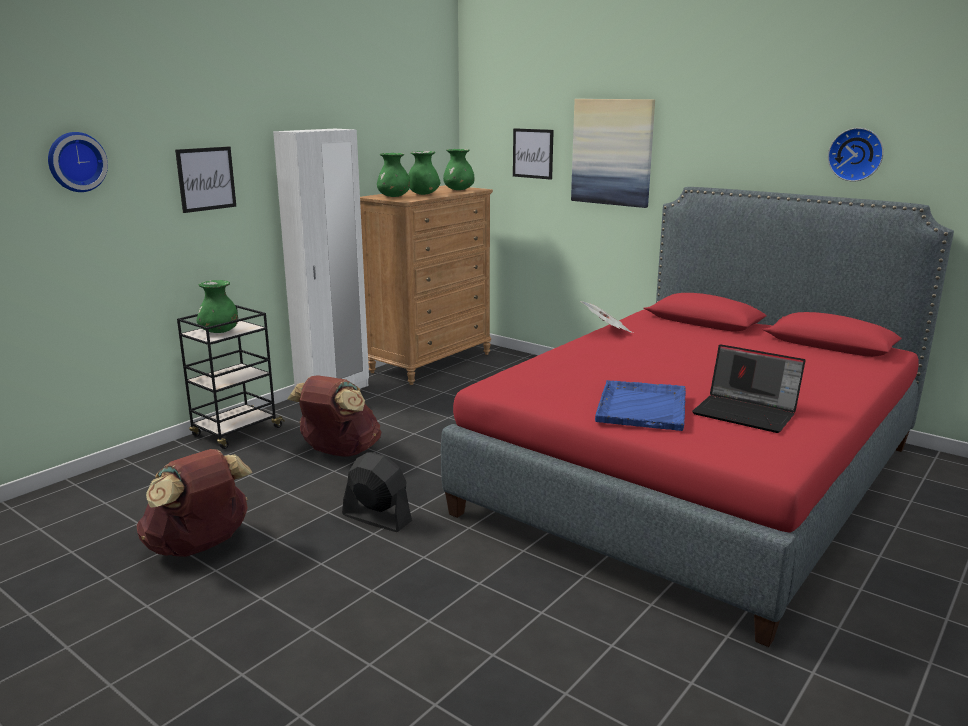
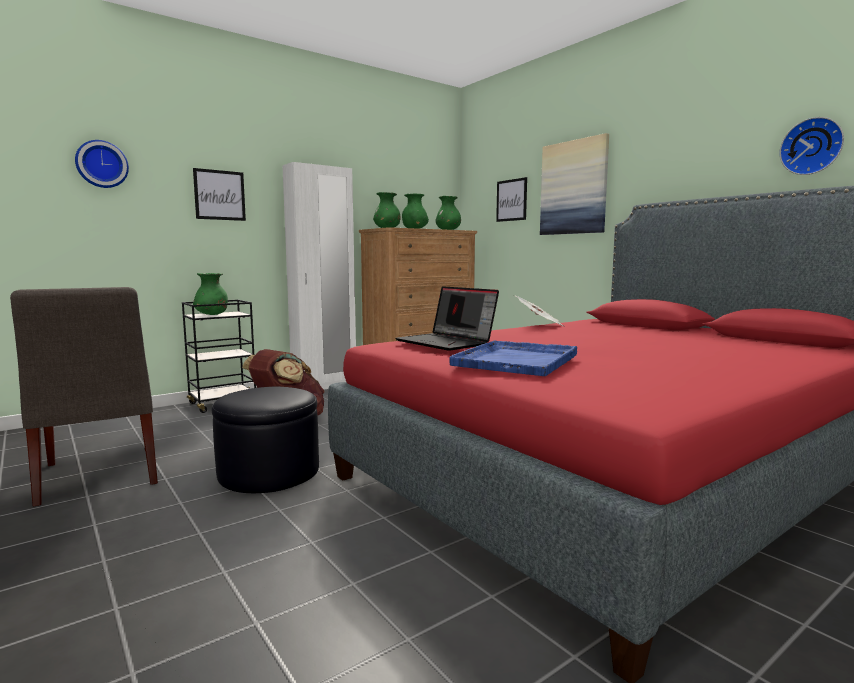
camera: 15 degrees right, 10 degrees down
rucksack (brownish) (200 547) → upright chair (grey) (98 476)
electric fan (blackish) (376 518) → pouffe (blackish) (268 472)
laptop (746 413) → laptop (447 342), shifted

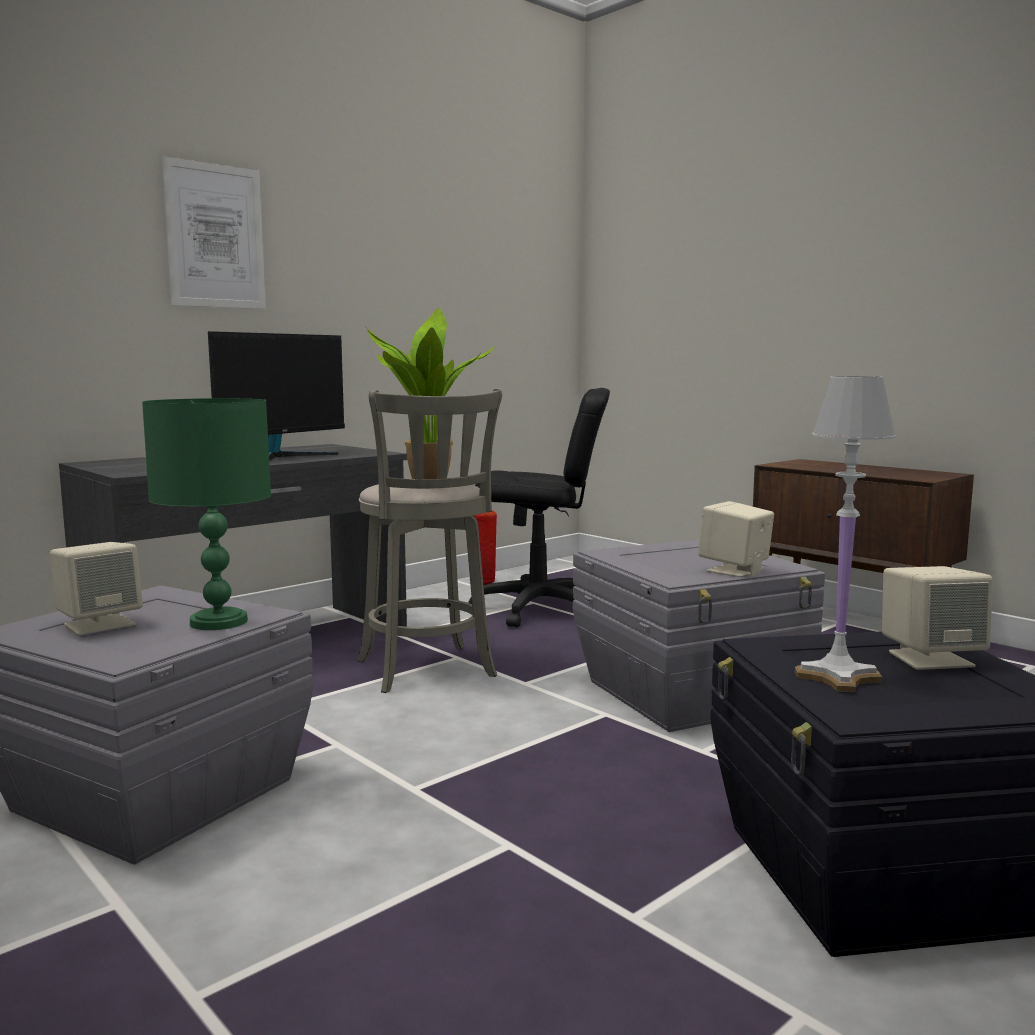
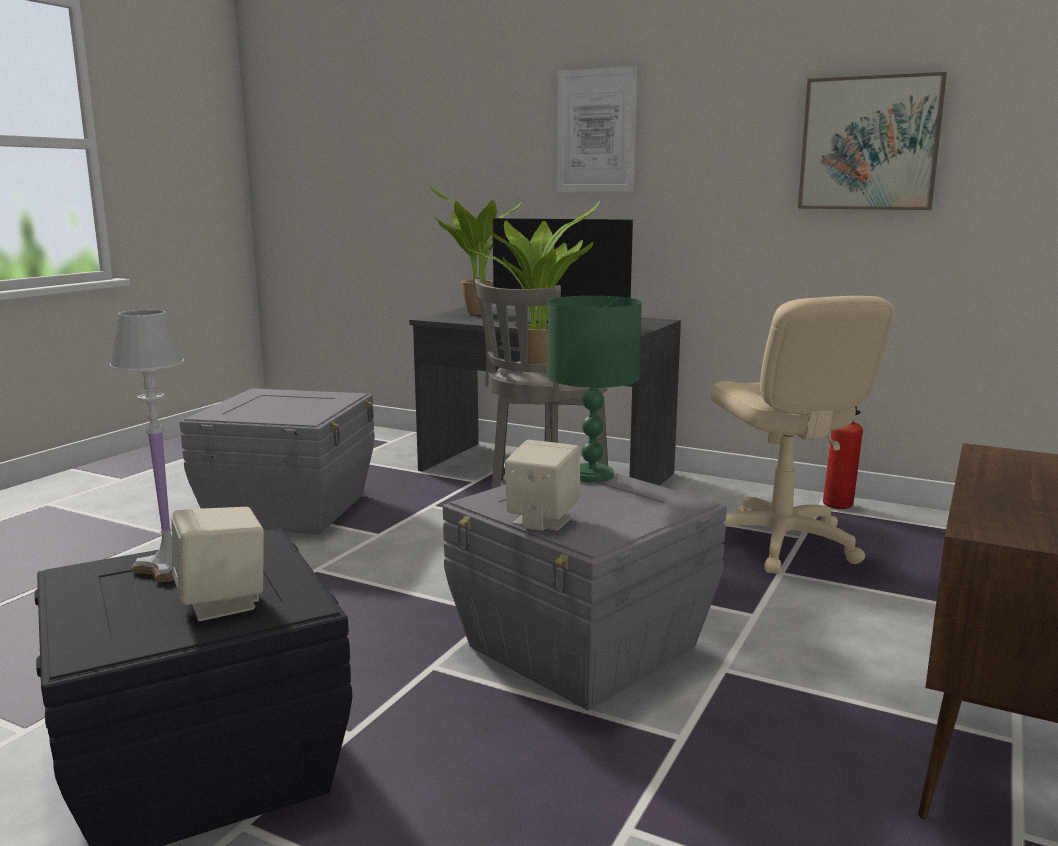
camera: 70 degrees right, 5 degrees up
audio speaker (beige) (99 624) → -
table lamp (green) (218 622) → table lamp (green) (590 475), shifted
office chair (blackish) (539 609) → office chair (beige) (779 543)
- → plant in a pot (477 314)
- → wall picture (869 144)

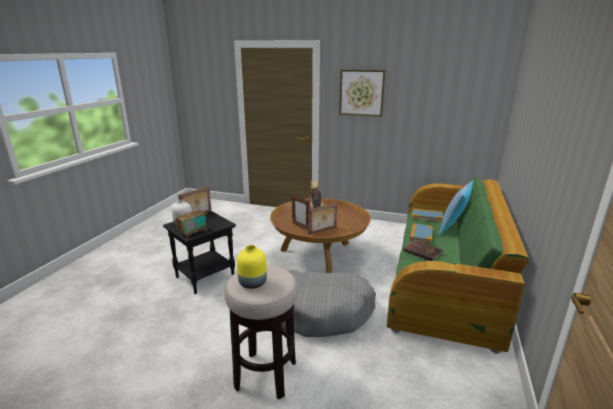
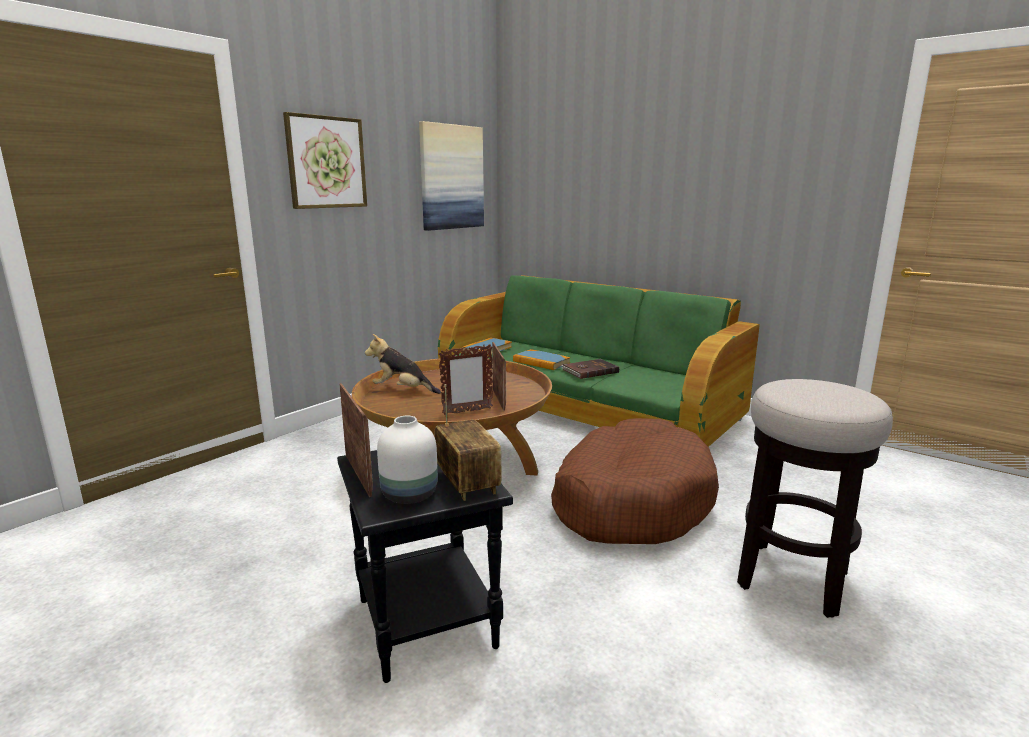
camera: 70 degrees left, 5 degrees down
decorative vase (yellowish) (253 283) → -
dog cushion (grey) (319 311) → dog cushion (brownish) (631 500)
throw pillow (453 228) → -
- → wall picture (451 177)

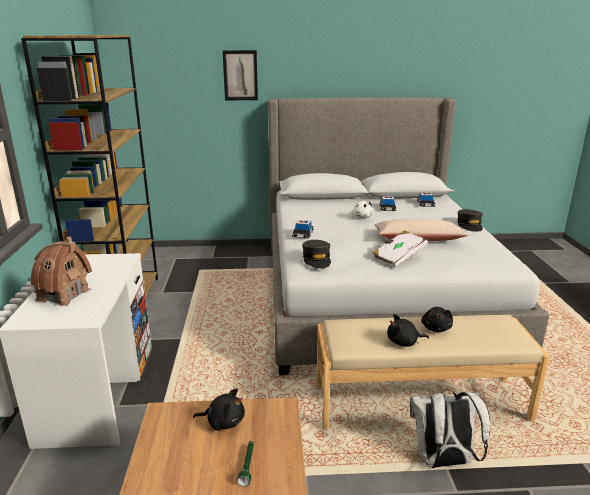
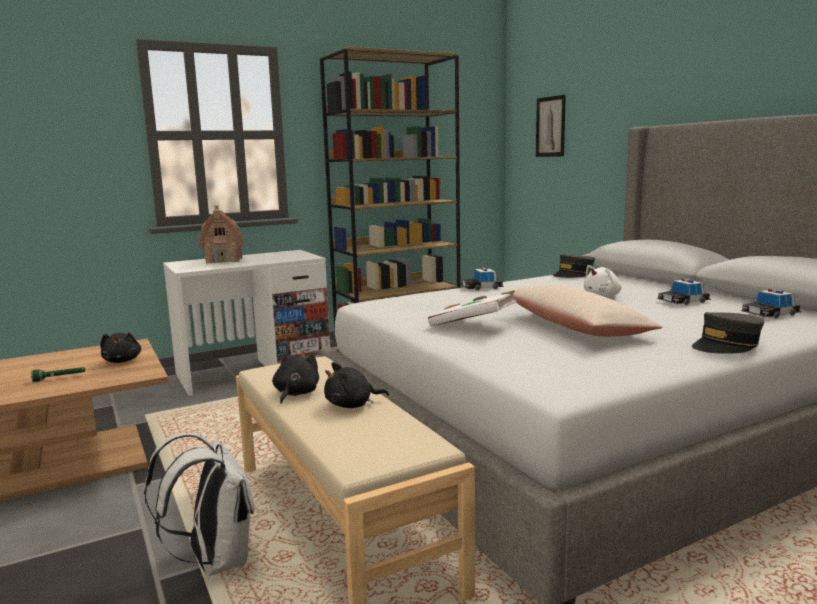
camera: 65 degrees right, 10 degrees down
wall picture (240 75) → wall picture (550 126), shifted
cap (grey) (317 260) → cap (grey) (573 274), shifted
plush toy (blackish) (404 342) → plush toy (blackish) (295 393), 45 degrees clockwise

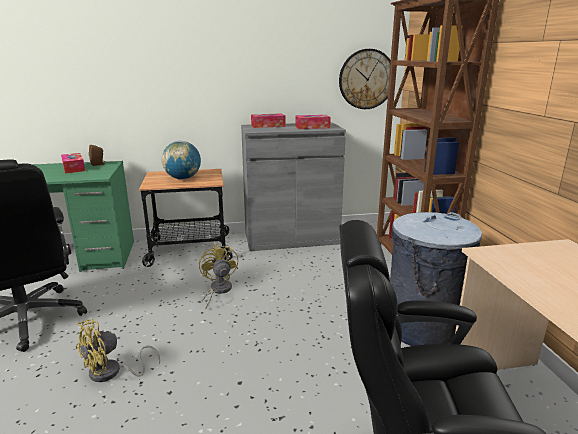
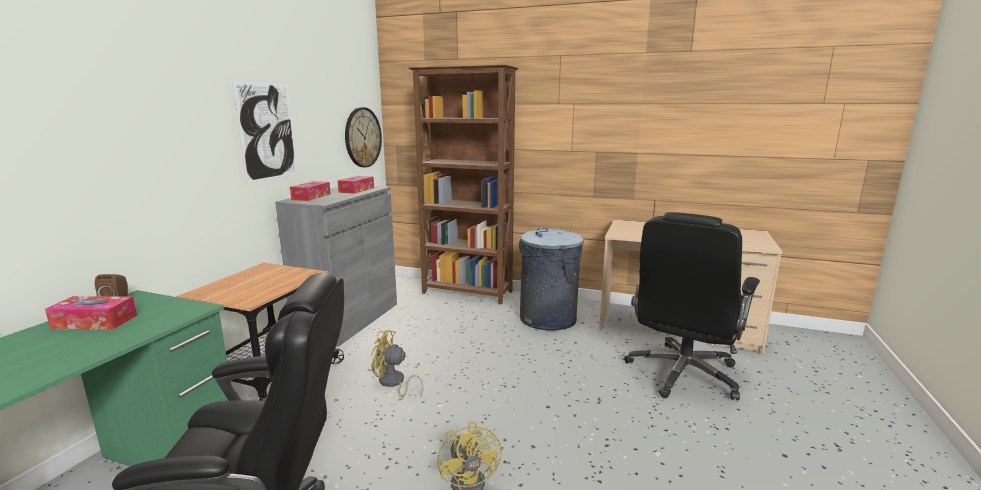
camera: 60 degrees left, 5 degrees down
world globe (183 178) → -
- → wall picture (267 131)

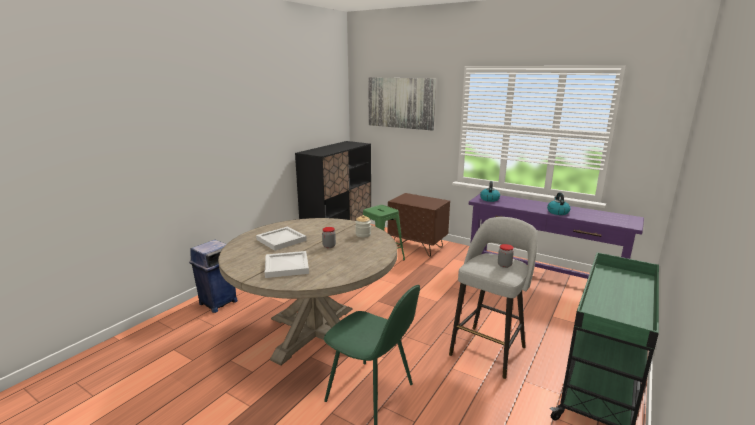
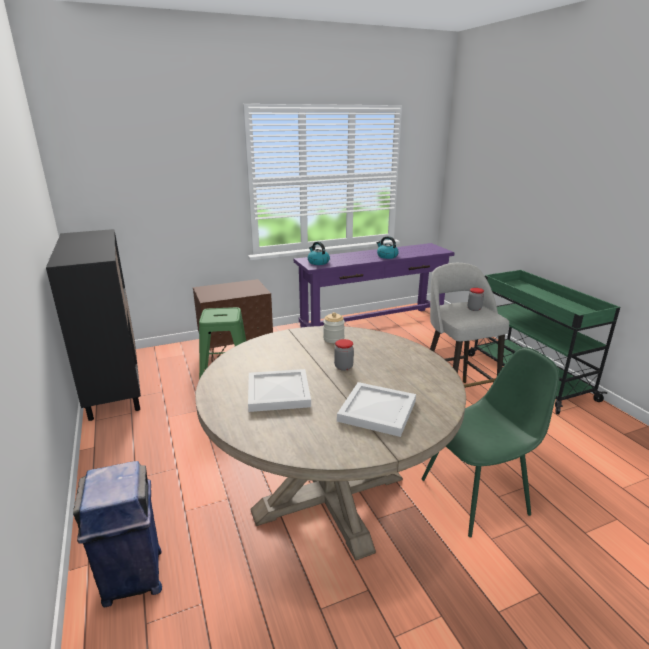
camera: 55 degrees left, 5 degrees up
wall picture (401 103) → -

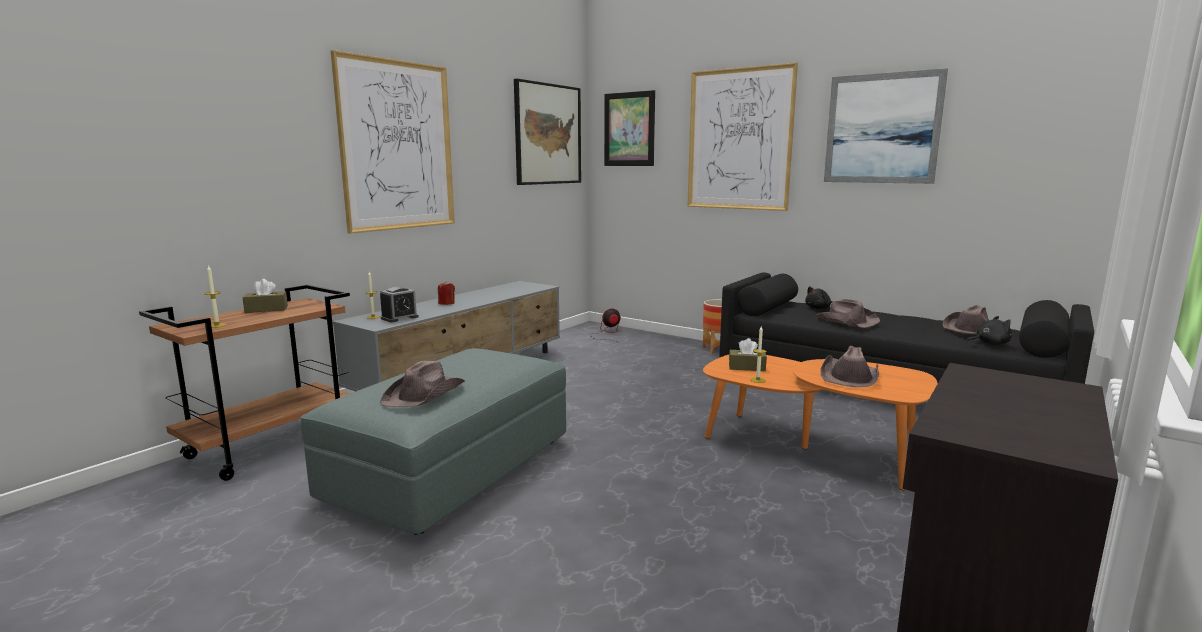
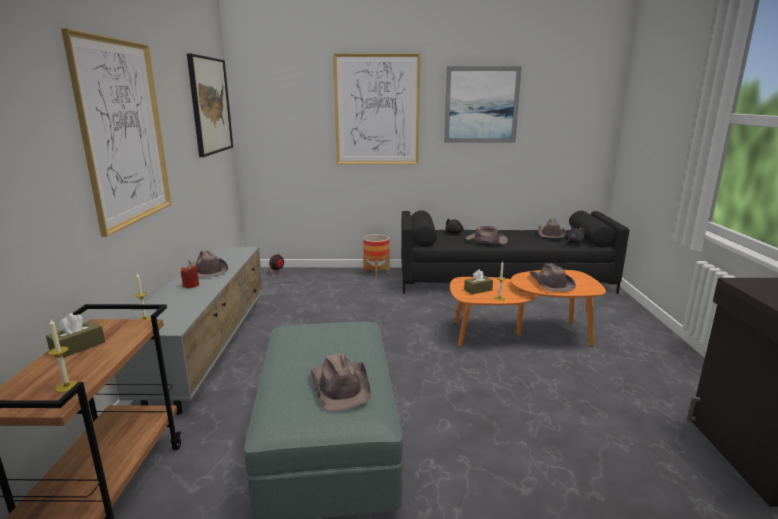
camera: 35 degrees left, 5 degrees up
table clock (399 318) → -
wall picture (629 129) → -
- → hat (brownish) (207 270)

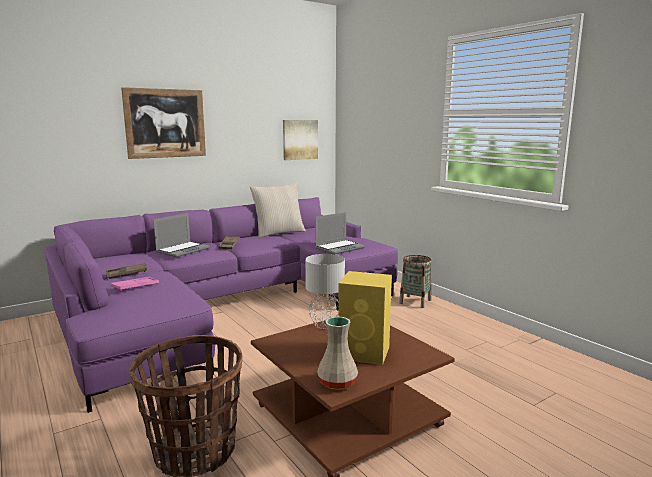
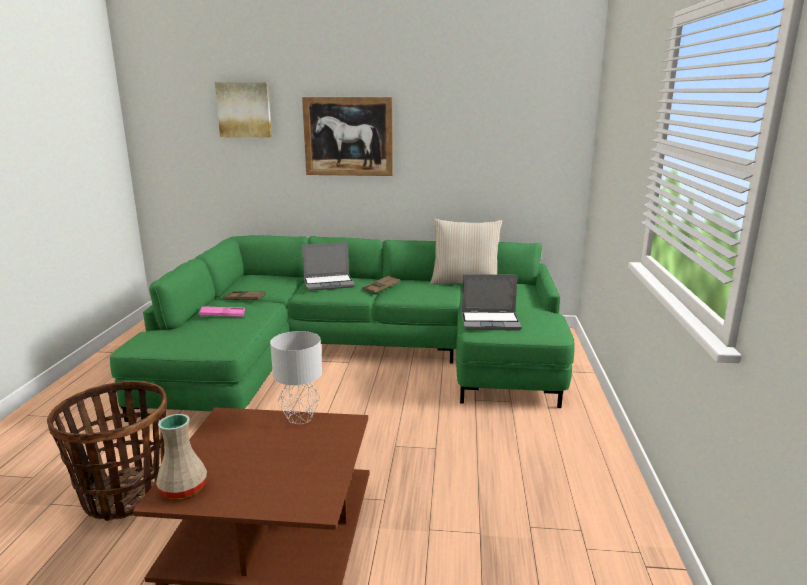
camera: 40 degrees right, 5 degrees up
settee (purplish) (223 306) → settee (green) (358 356)
wall picture (300 139) → wall picture (244 109), shifted
audio speaker (yellowish) (365 353) → -
storage basket (415 302) → -

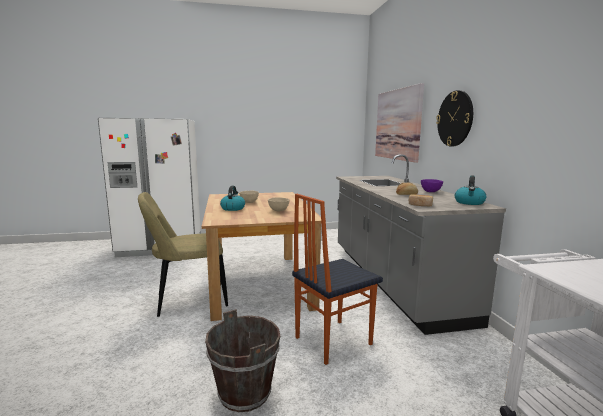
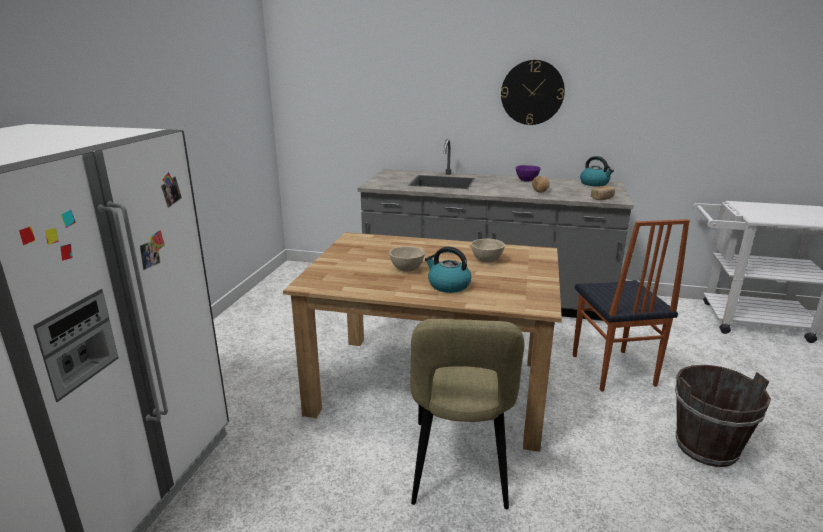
camera: 65 degrees left, 10 degrees up
wall picture (397 124) → -

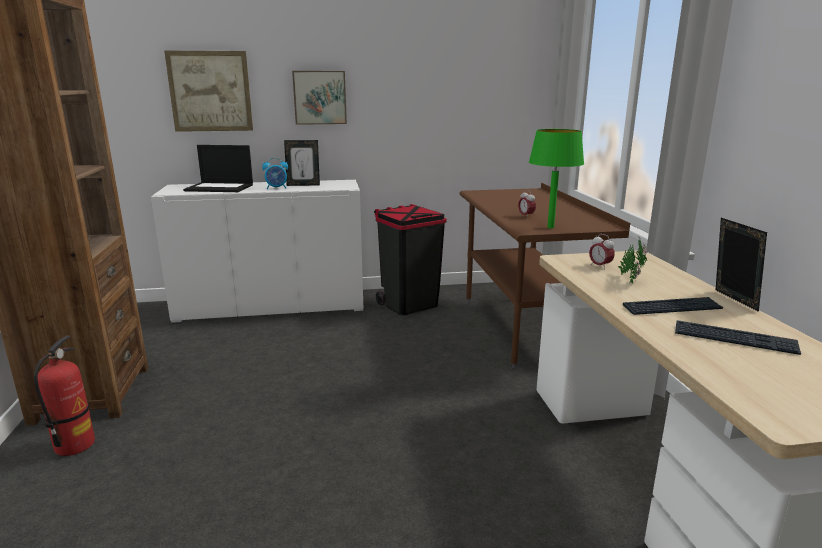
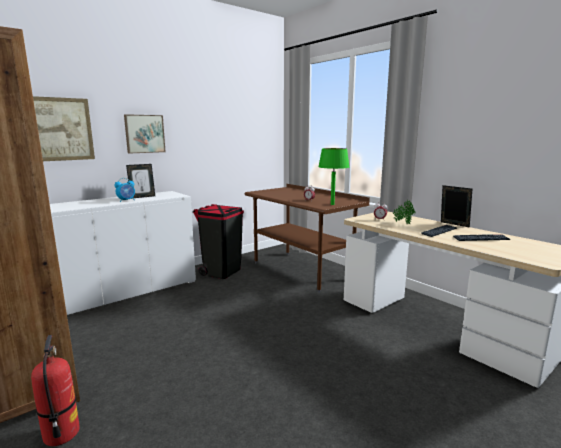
camera: 30 degrees left, 5 degrees down
laptop (220 188) → -

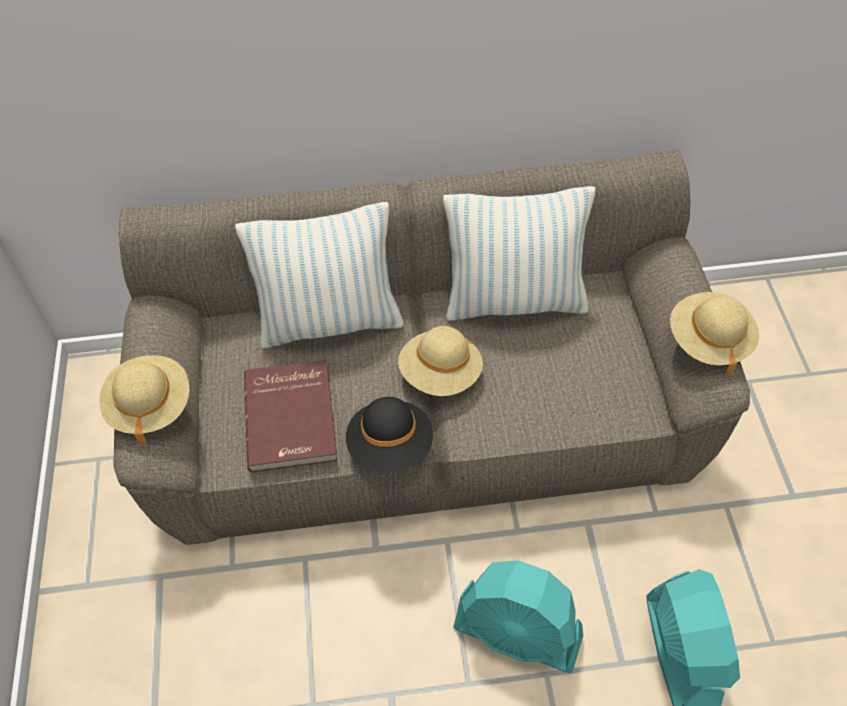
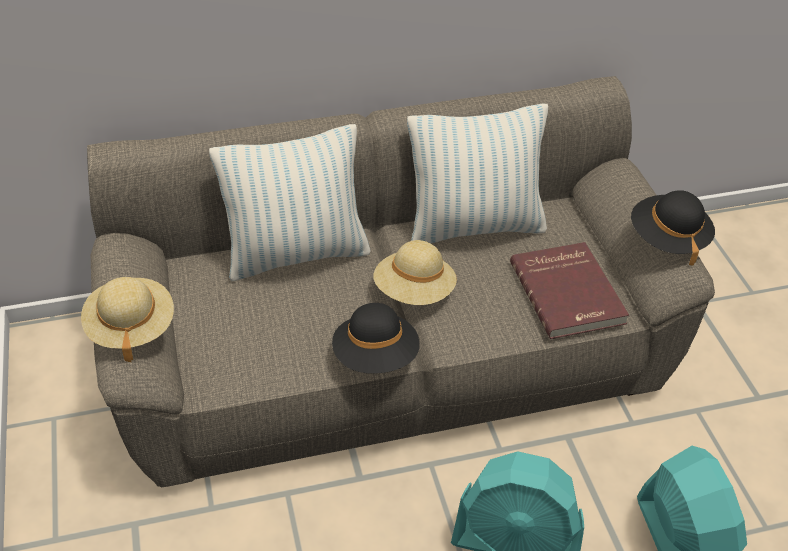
camera: 10 degrees left, 10 degrees down
book (red-coloured) (292 417) → book (red-coloured) (569 293), shifted
hat (beige) (709 341) → hat (blackish) (668 239)

